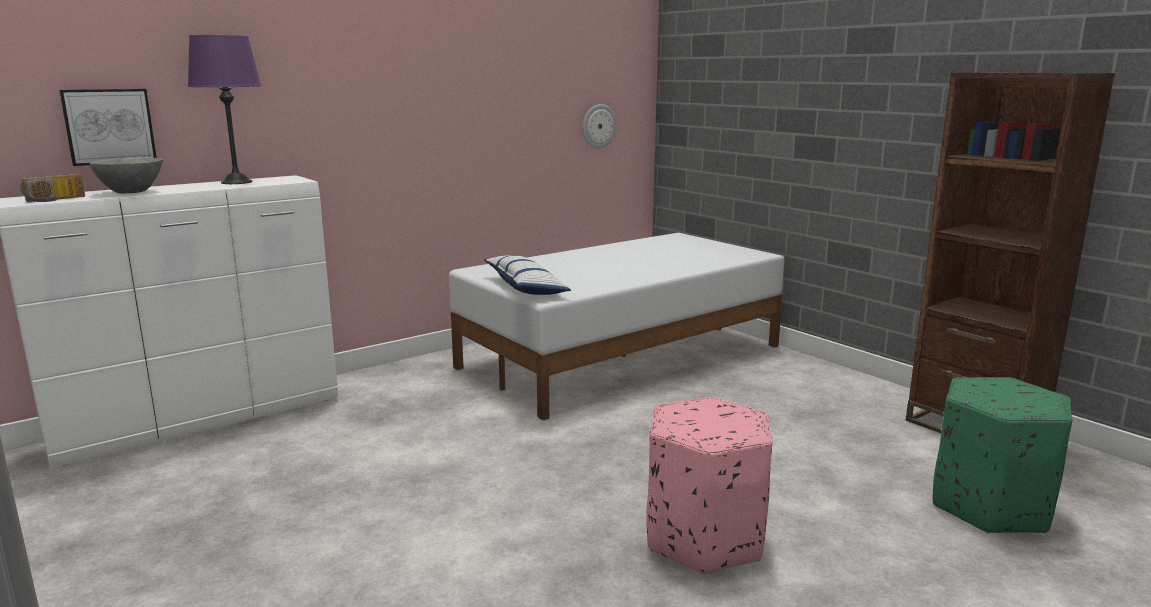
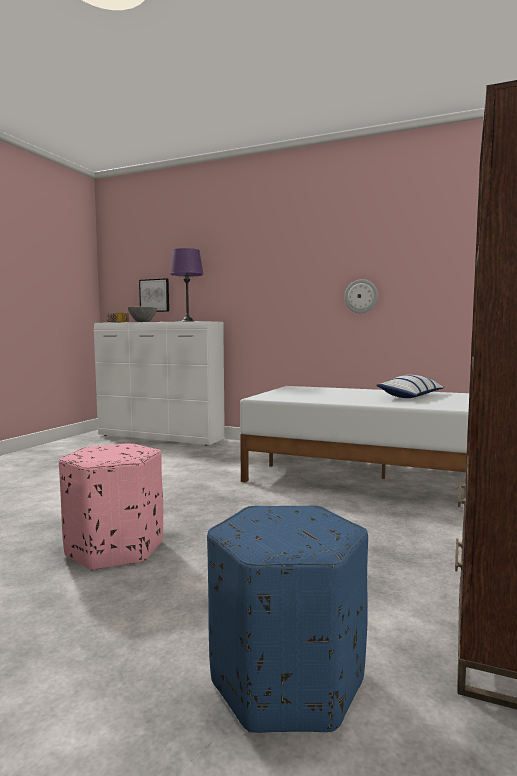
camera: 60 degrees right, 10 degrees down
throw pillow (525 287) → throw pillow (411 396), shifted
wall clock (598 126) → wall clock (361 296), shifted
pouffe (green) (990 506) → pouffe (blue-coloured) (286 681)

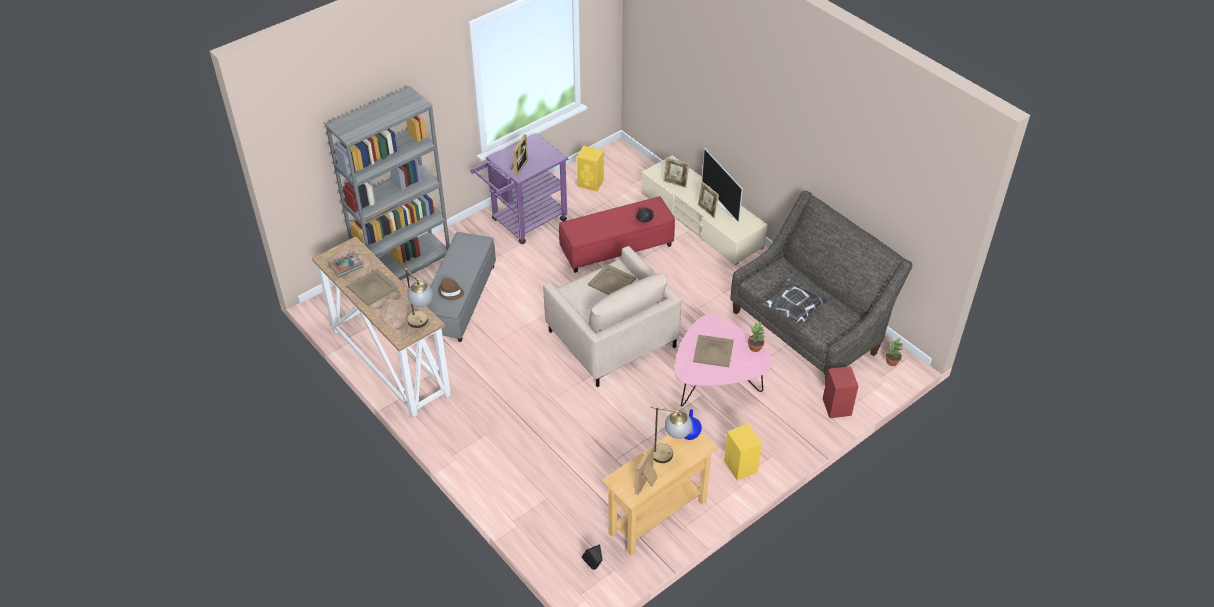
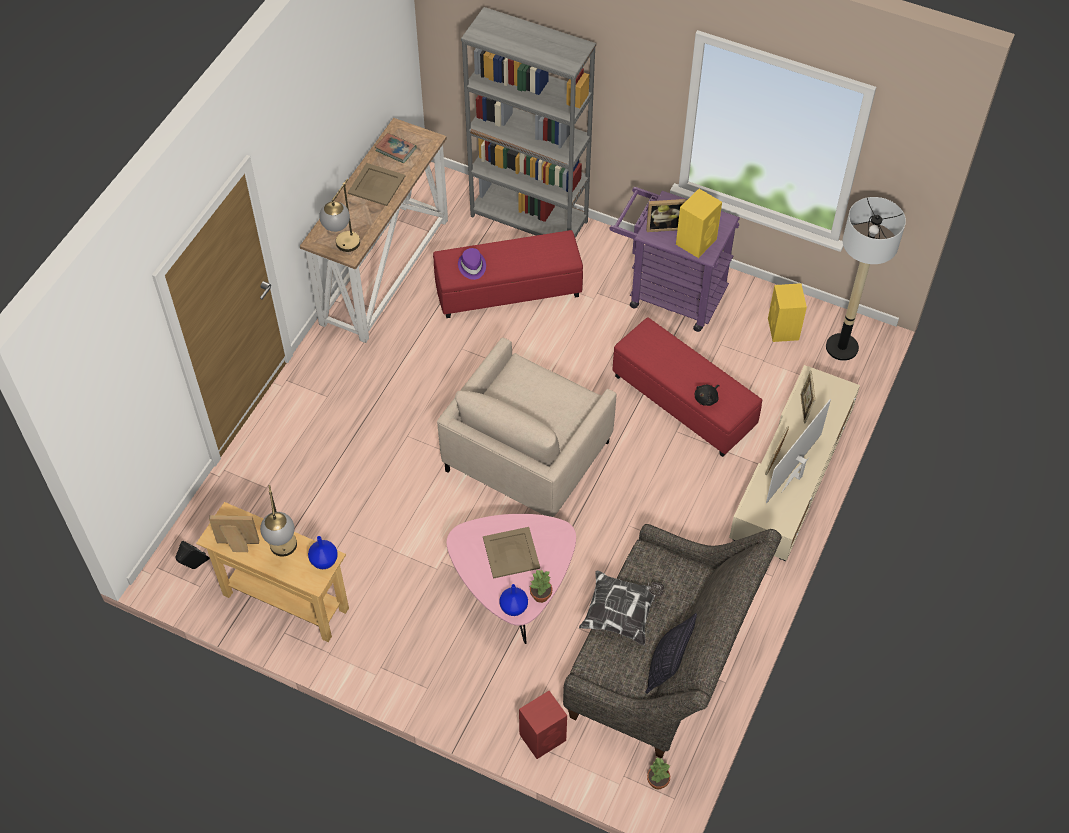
camera: 65 degrees right, 10 degrees up
pouffe (grey) (461 300) → pouffe (red-coloured) (508 290)
hat (brownish) (450 292) → hat (purplish) (472 266)
serving tray (beige) (611 282) → -
audio speaker (yellowish) (740 466) → audio speaker (yellowish) (696 241), shifted
- → decorative vase (blue-coloured) (514 608)
- → throw pillow (667 667)
- → standard lamp (842 347)

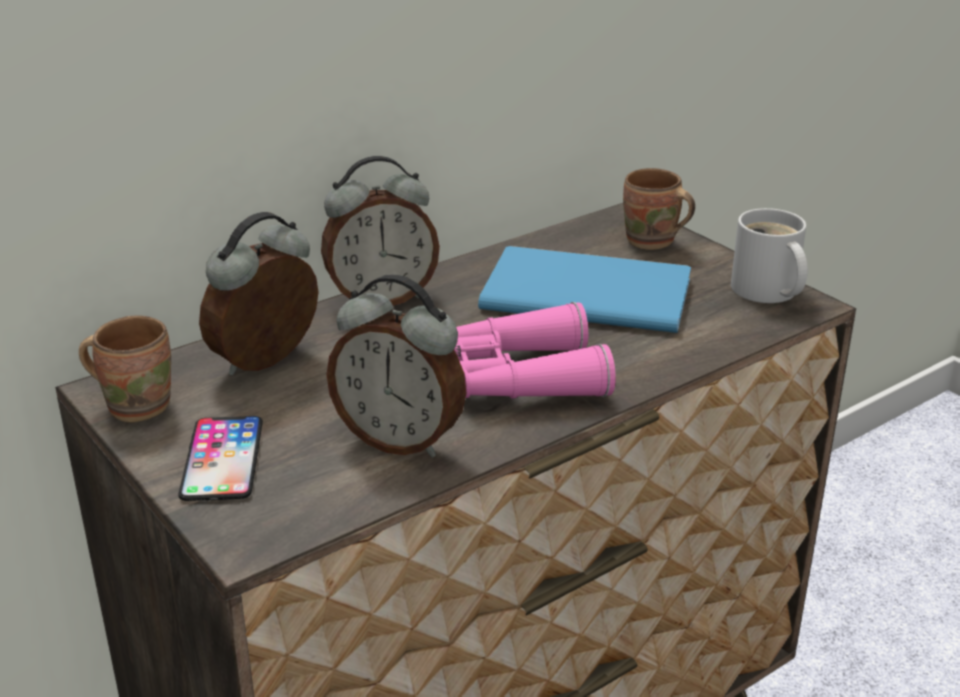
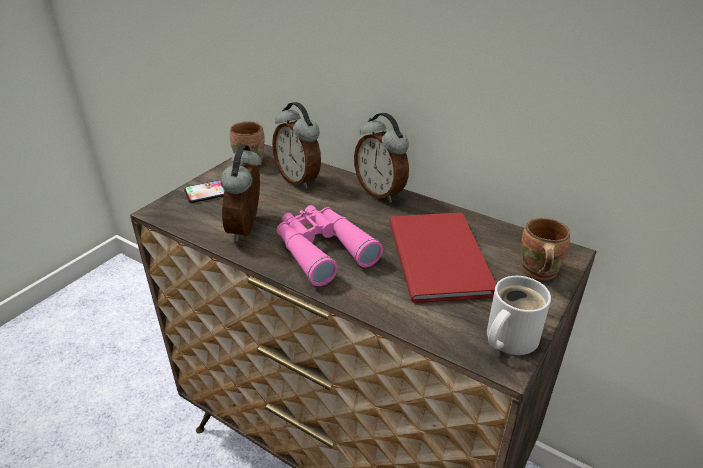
camera: 70 degrees right, 5 degrees up
table clock (268 363) → table clock (299 179), 150 degrees counterclockwise
book (blue-coloured) (582 291) → book (red-coloured) (441 255)

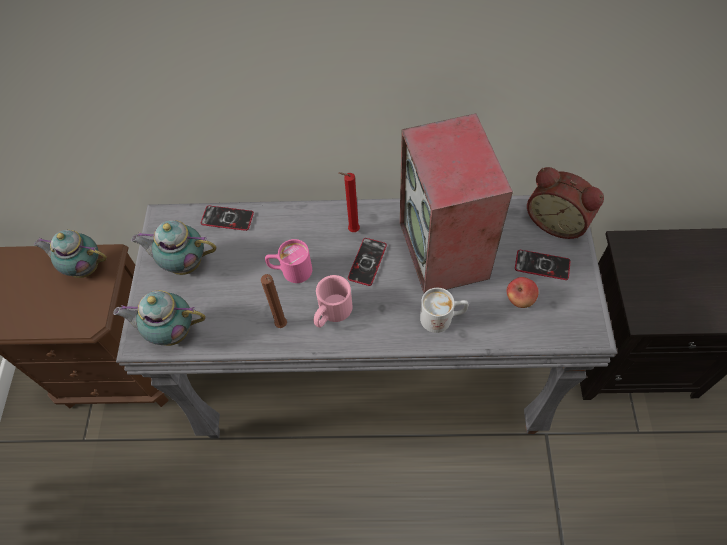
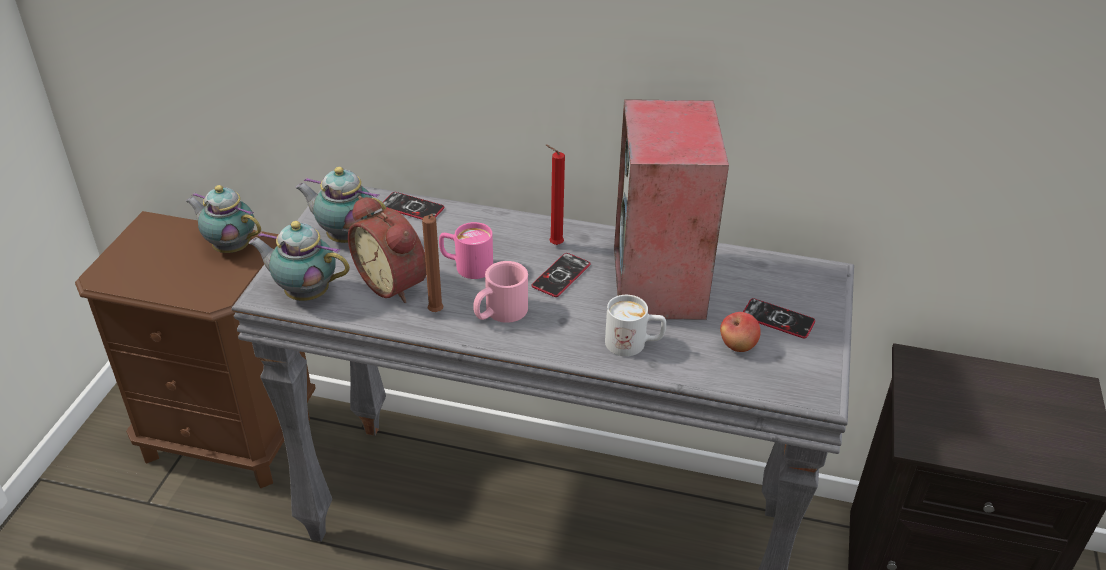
camera: 10 degrees right, 20 degrees down
table clock (557 221) → table clock (395 282), shifted

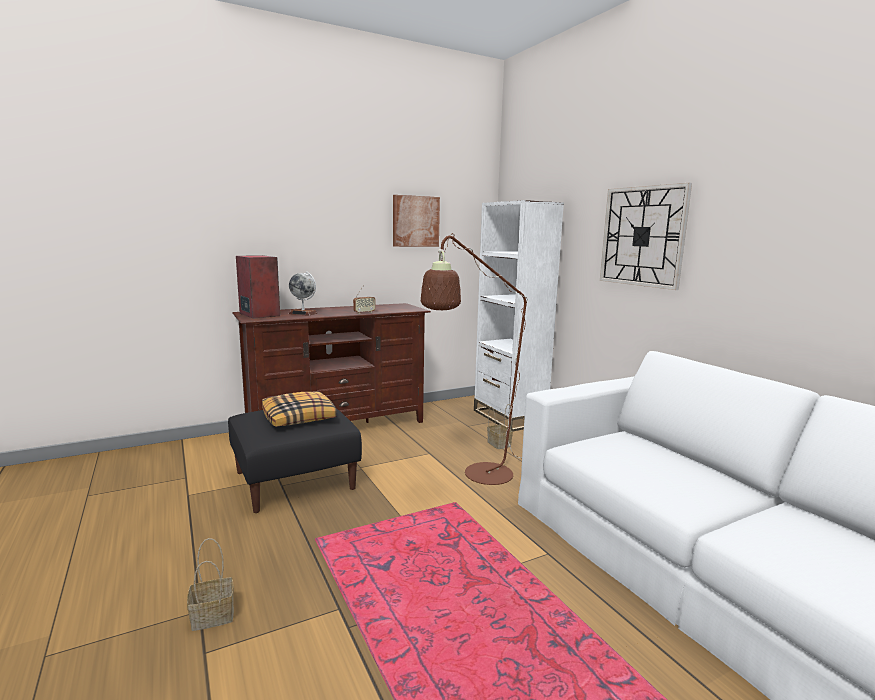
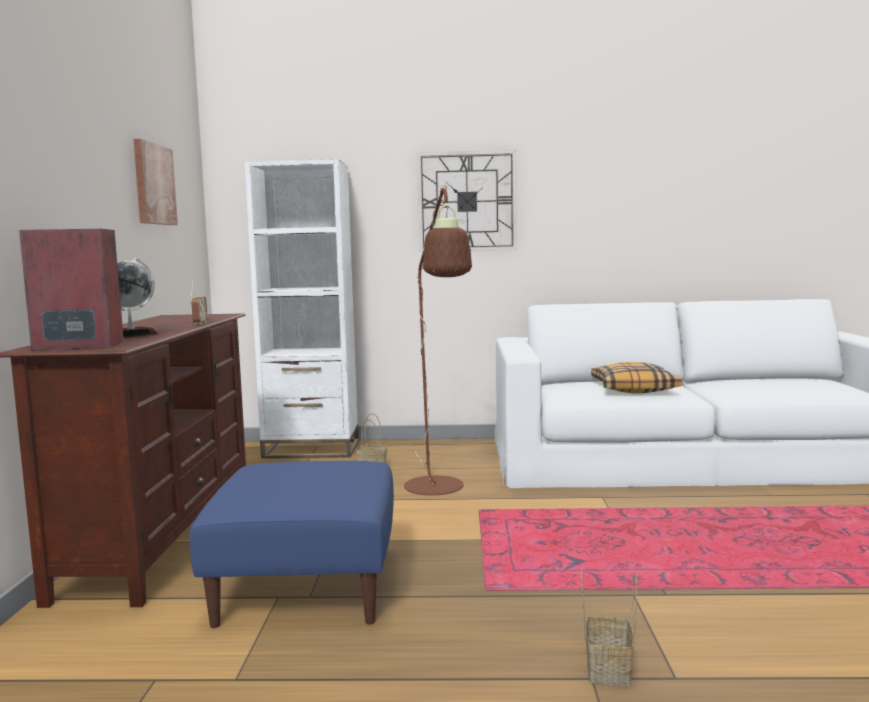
camera: 60 degrees left, 5 degrees down
pouffe (blackish) (294 481) → pouffe (blue-coloured) (307 586)
throw pillow (299 418) → throw pillow (634 389), shifted

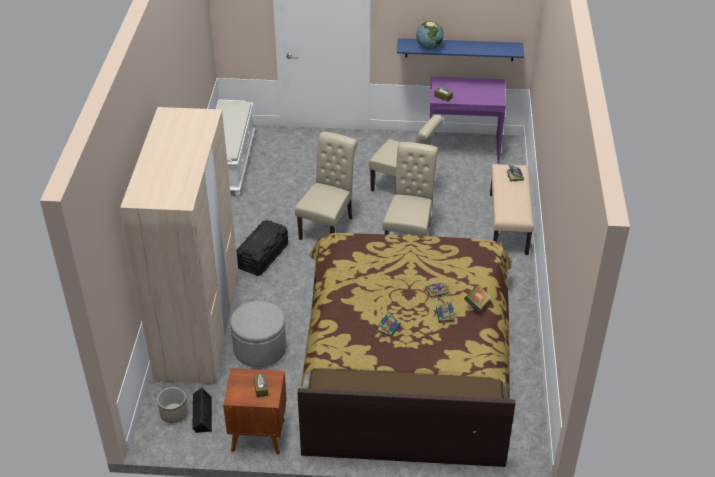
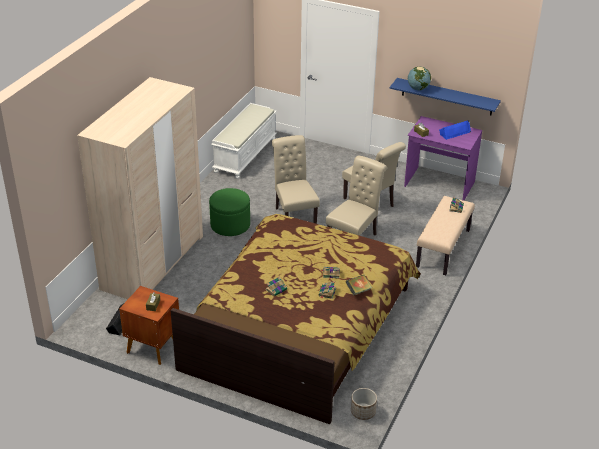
camera: 20 degrees right, 5 degrees down
planter (174 413) → planter (363 412), shifted
pouffe (grey) (260 349) → -
storage container (blackish) (262 256) → pouffe (green) (230 225)
upright chair (beige) (328 226) → upright chair (beige) (294 216), 60 degrees counterclockwise
- → audio speaker (blue-coloured) (454 132)

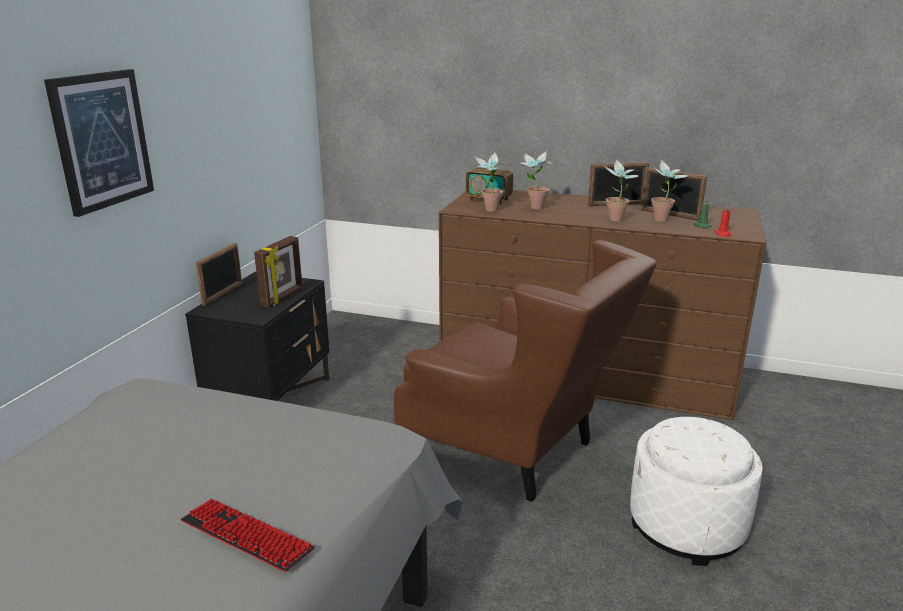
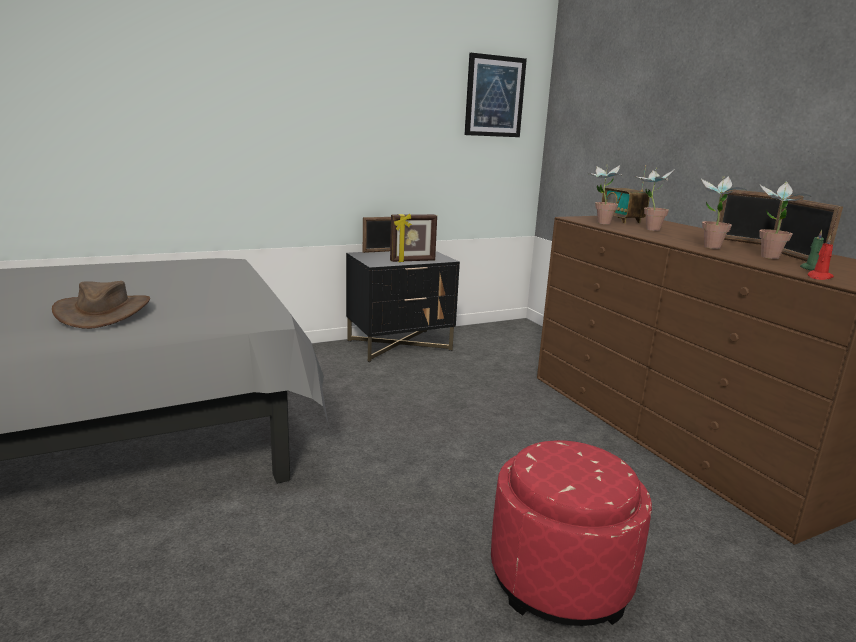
camera: 45 degrees right, 5 degrees down
wall picture (102 140) → wall picture (494 96), shifted
PC keyboard (246 536) → hat (brownish) (103 312)
armchair (brownish) (515 451) → -
pouffe (white) (686 526) → pouffe (red-coloured) (559 578)

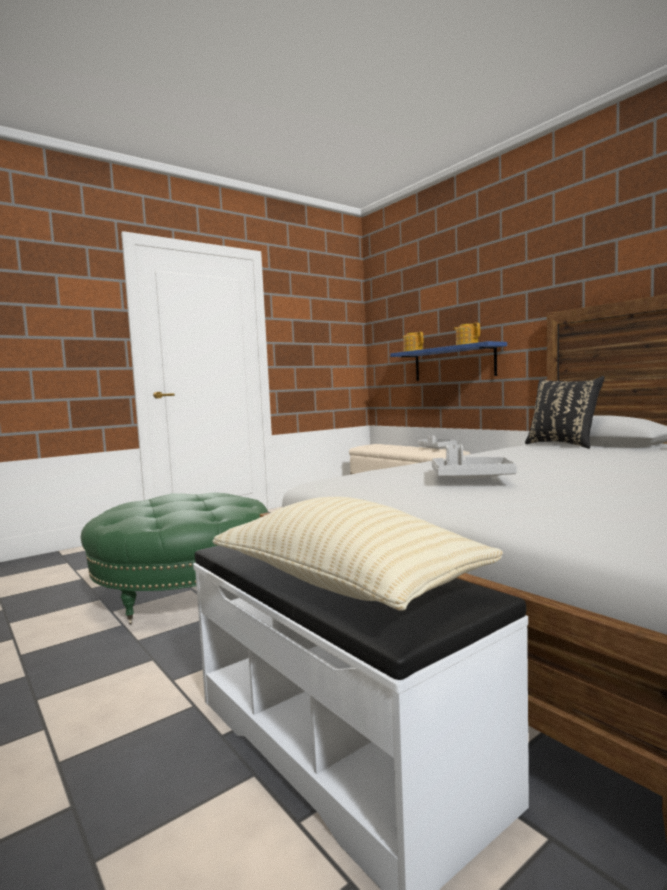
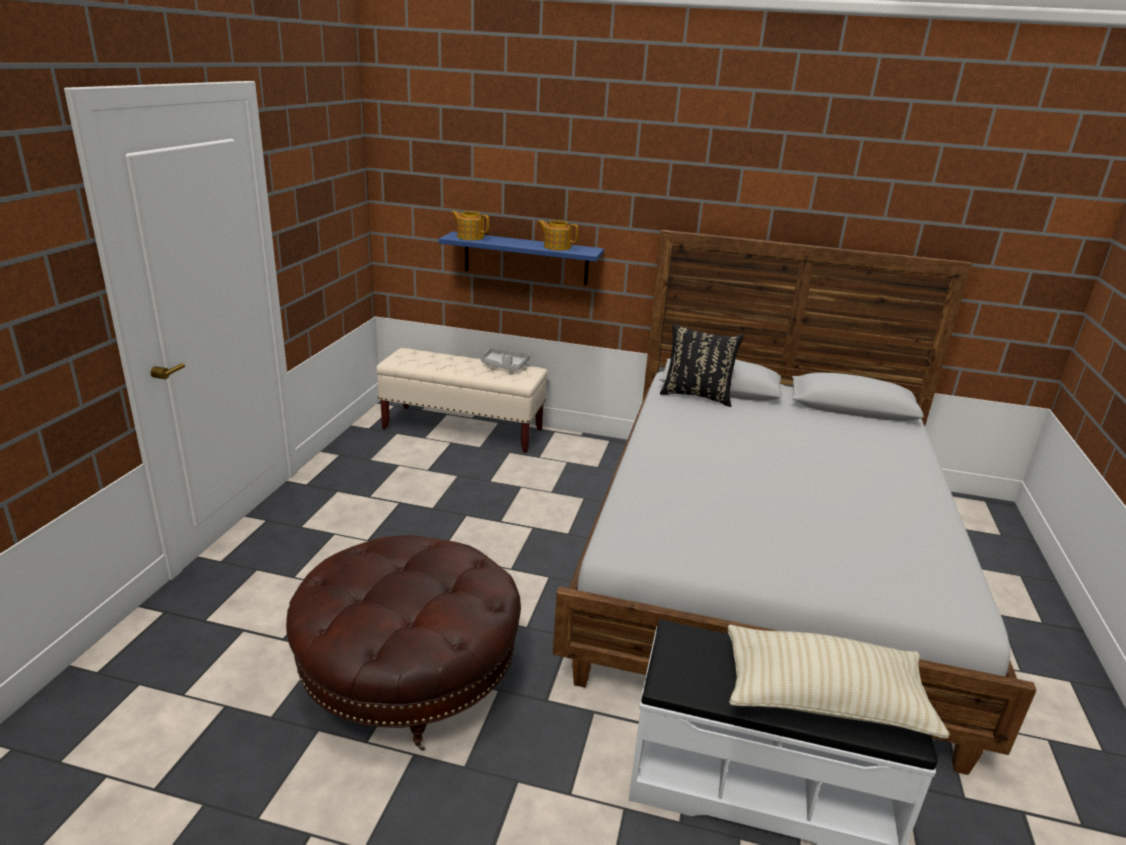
camera: 40 degrees left, 20 degrees up
pouffe (green) (185 591) → pouffe (brownish) (409 676)
serving tray (grey) (471 478) → -

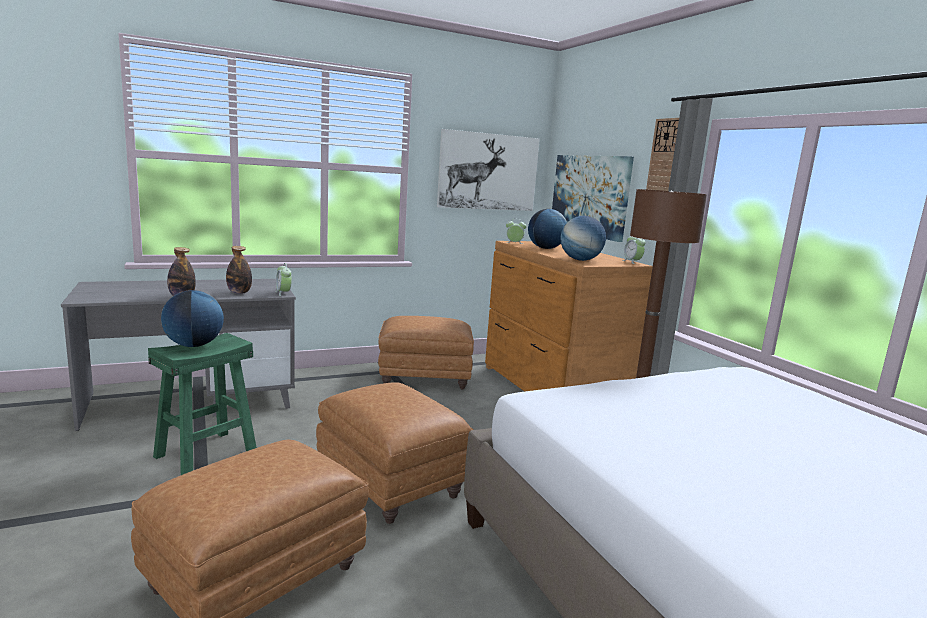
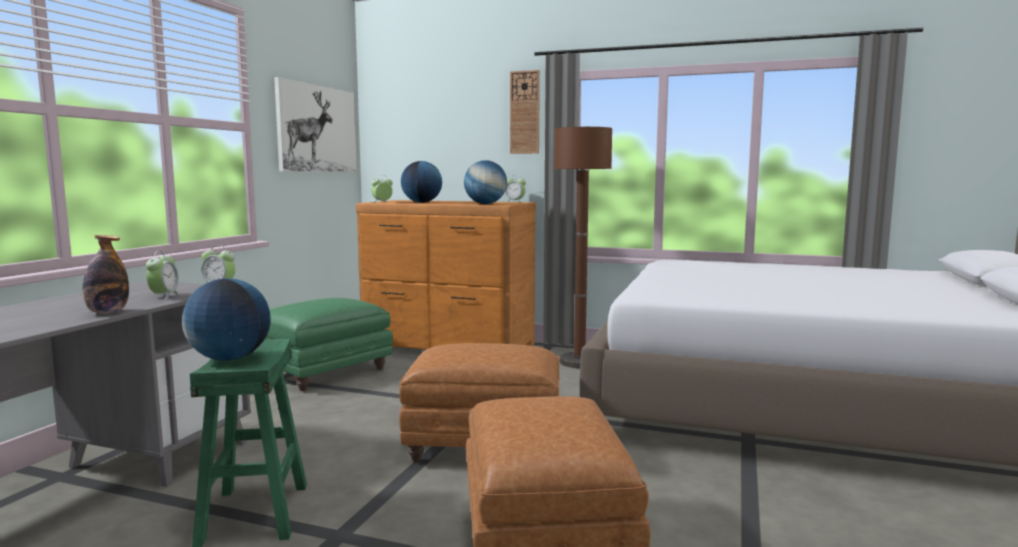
camera: 45 degrees left, 5 degrees down
drink bottle (239 292) → table clock (164 296)
pouffe (brownish) (423 378) → pouffe (green) (325 374)
wall picture (589 195) → -

